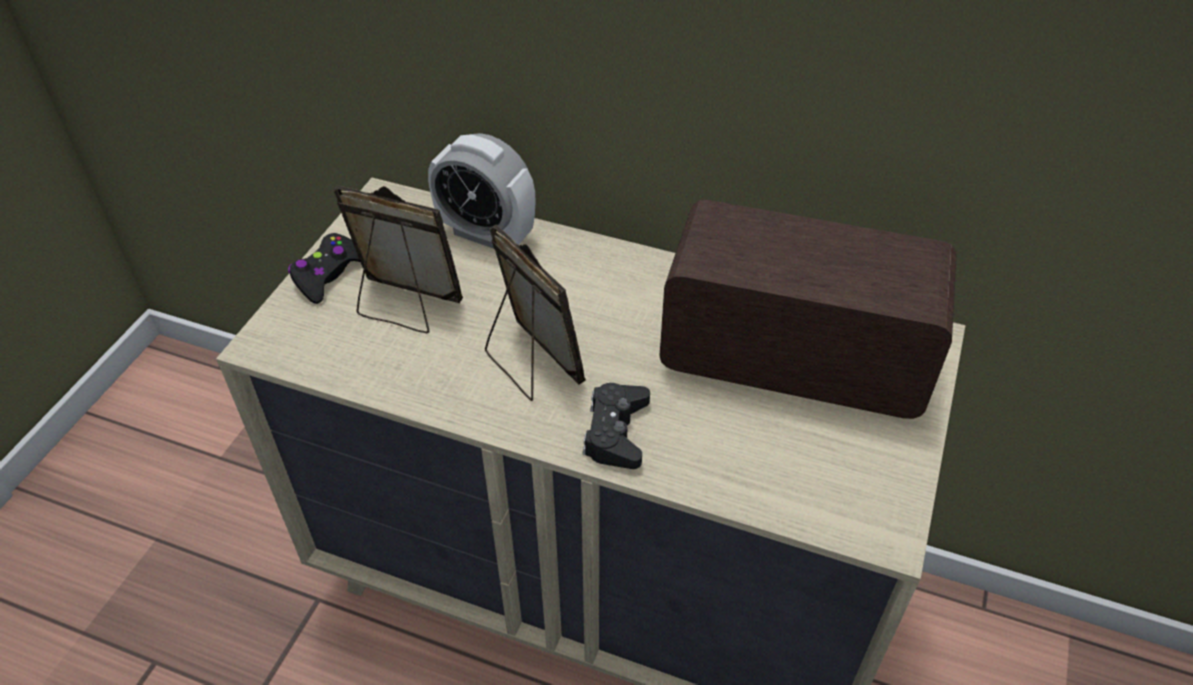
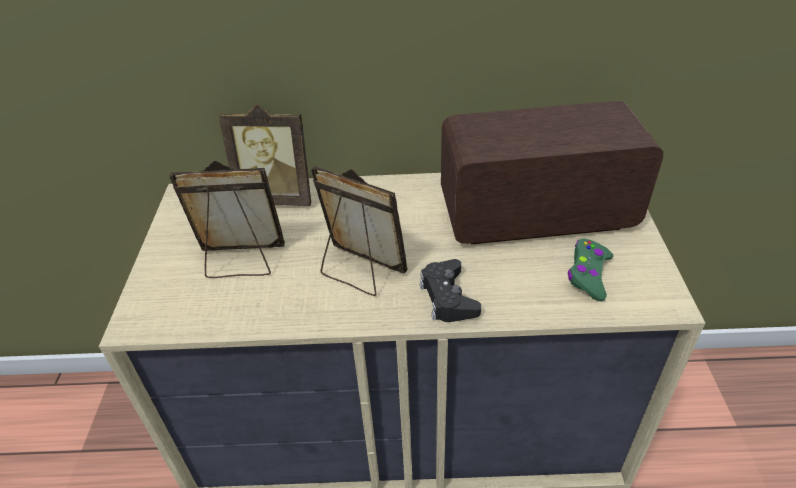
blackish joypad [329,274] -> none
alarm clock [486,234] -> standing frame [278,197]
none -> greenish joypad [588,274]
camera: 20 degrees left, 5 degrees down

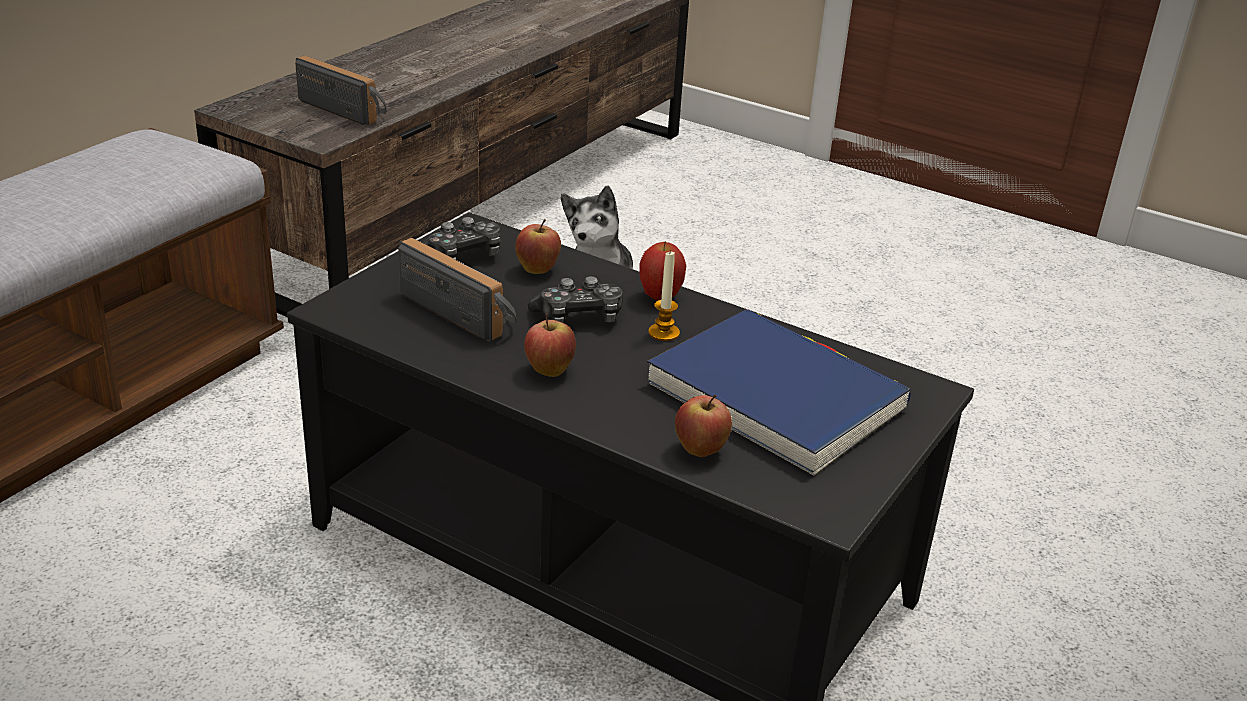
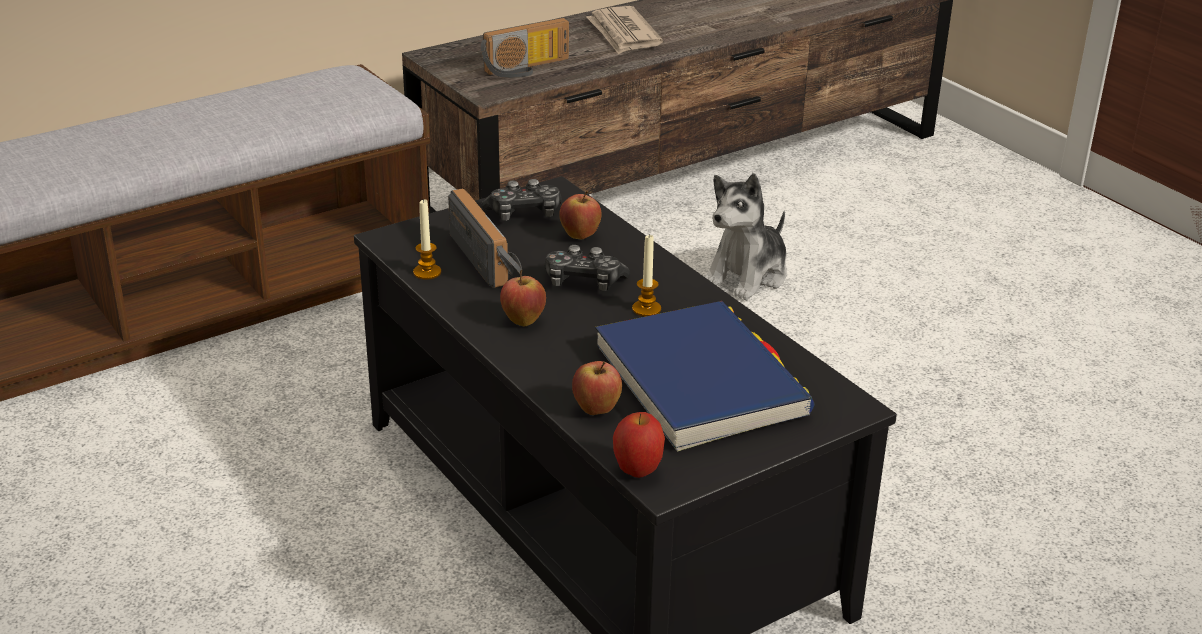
radio set [346,109] -> radio set [527,69], 90 degrees clockwise
apple fruit [660,297] -> apple fruit [637,471], move
none -> wax light [427,272]
none -> newspaper [623,34]
camera: 25 degrees right, 0 degrees up

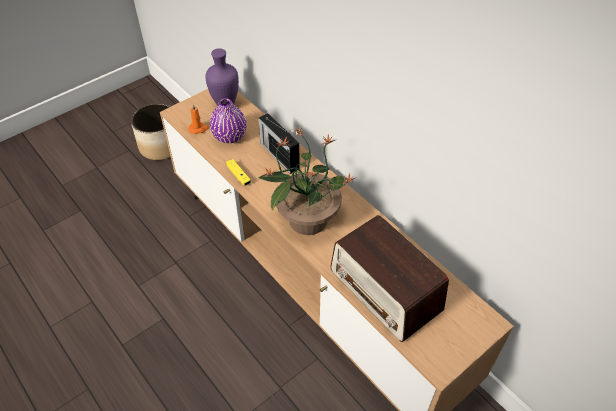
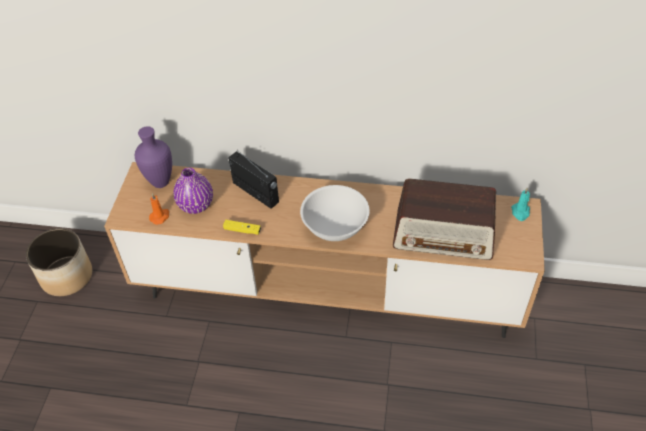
houseplant [306,219] -> white deep dish [335,226]
radio set [279,155] -> radio set [256,193], 150 degrees counterclockwise
none -> turquoise-coloured wax light [520,212]
camera: 40 degrees left, 0 degrees up

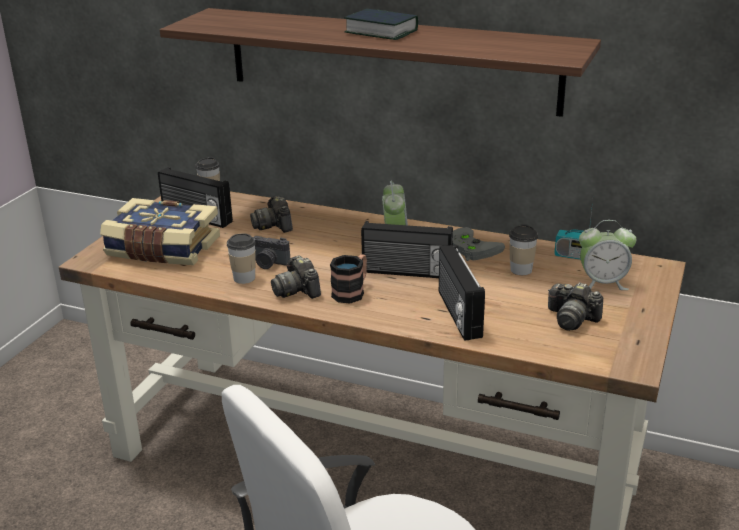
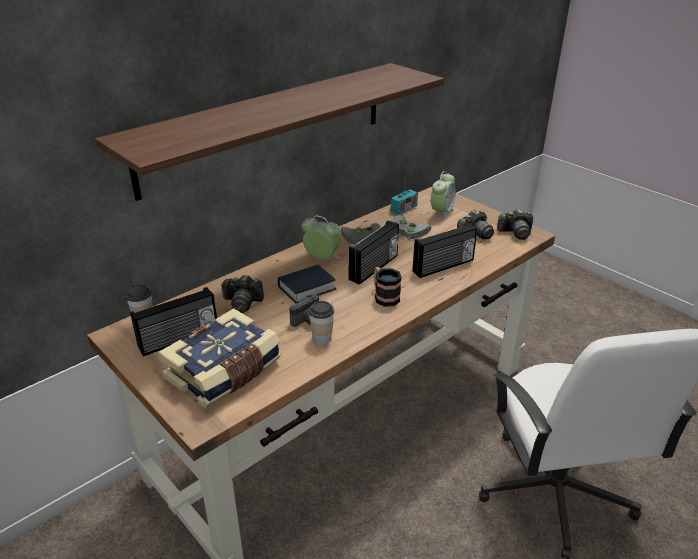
photo camera [297,290] -> photo camera [515,233], move
bound book [381,32] -> bound book [306,288], move
radio set [457,314] -> radio set [444,266], 45 degrees counterclockwise
small cup [521,270] -> grey joypad [405,230]
camera: 65 degrees left, 5 degrees up

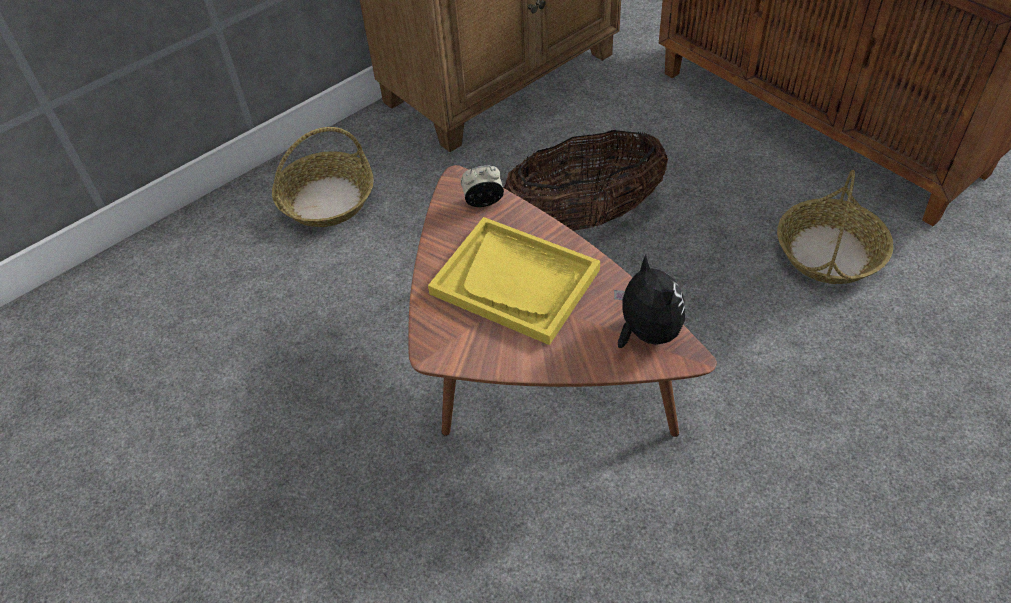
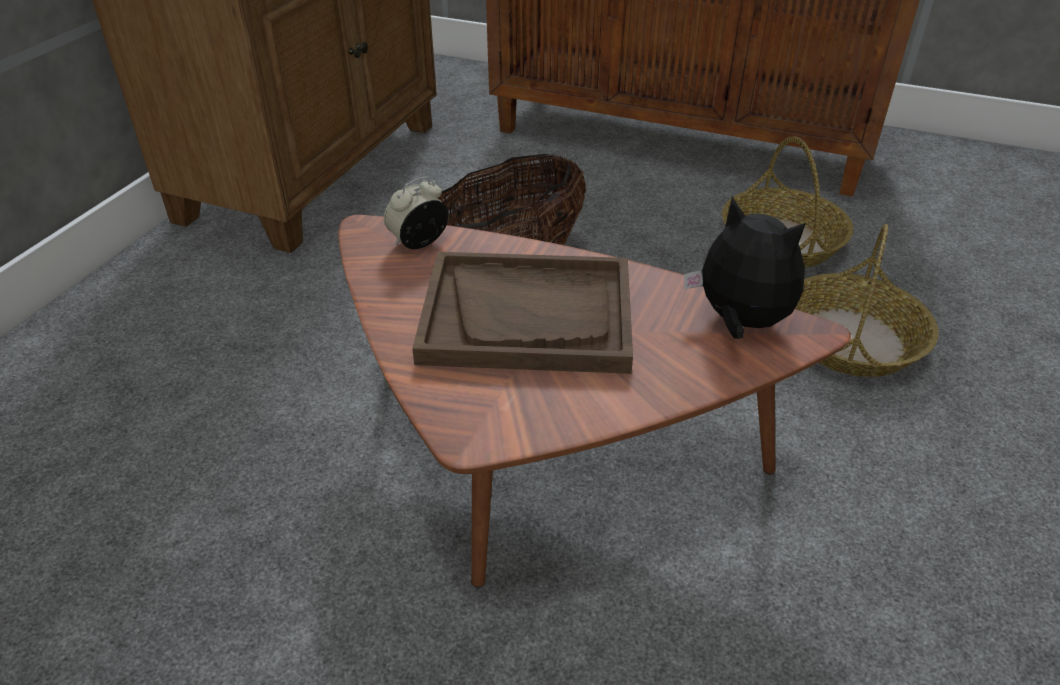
household basket [327,200] -> household basket [850,339], move
yellow-coloured serving tray [515,282] -> brownish serving tray [528,316]
camera: 30 degrees left, 10 degrees down

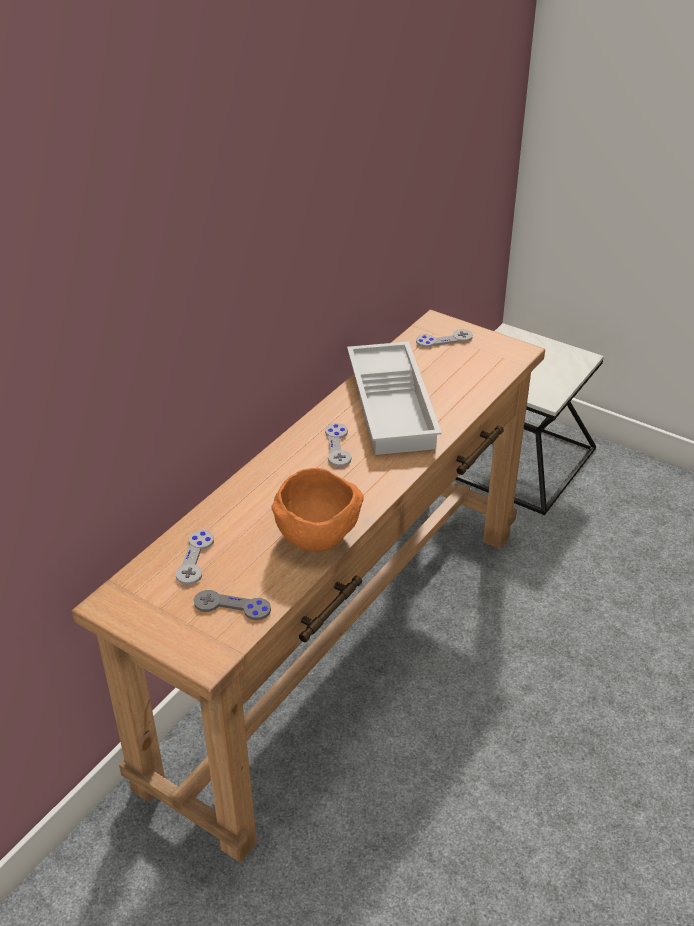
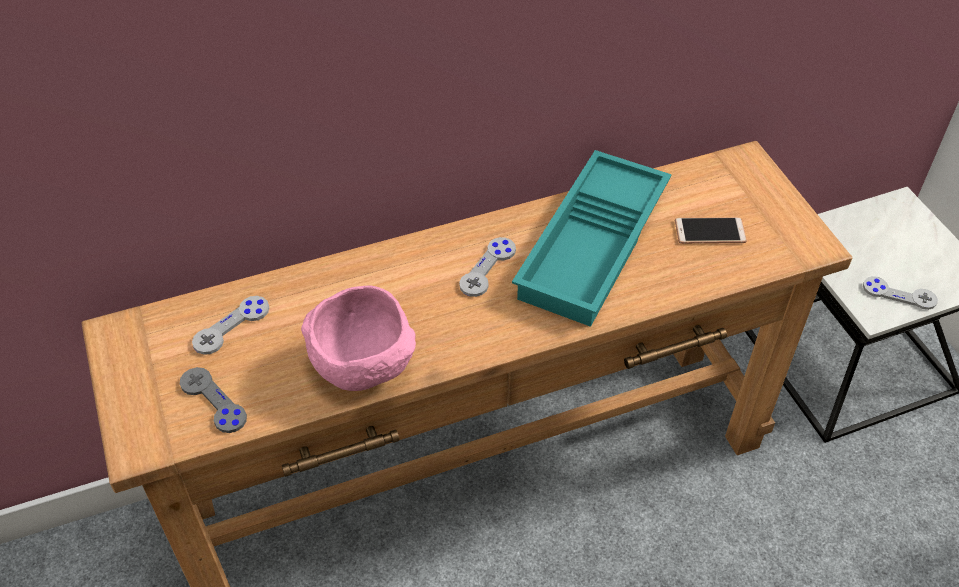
orange-coloured deep dish [318,536] -> pinkish deep dish [366,367]
white serving tray [394,406] -> turquoise-coloured serving tray [595,247]
grey joypad [444,340] -> grey joypad [899,294], move
none -> handset [710,231]
camera: 35 degrees right, 10 degrees up

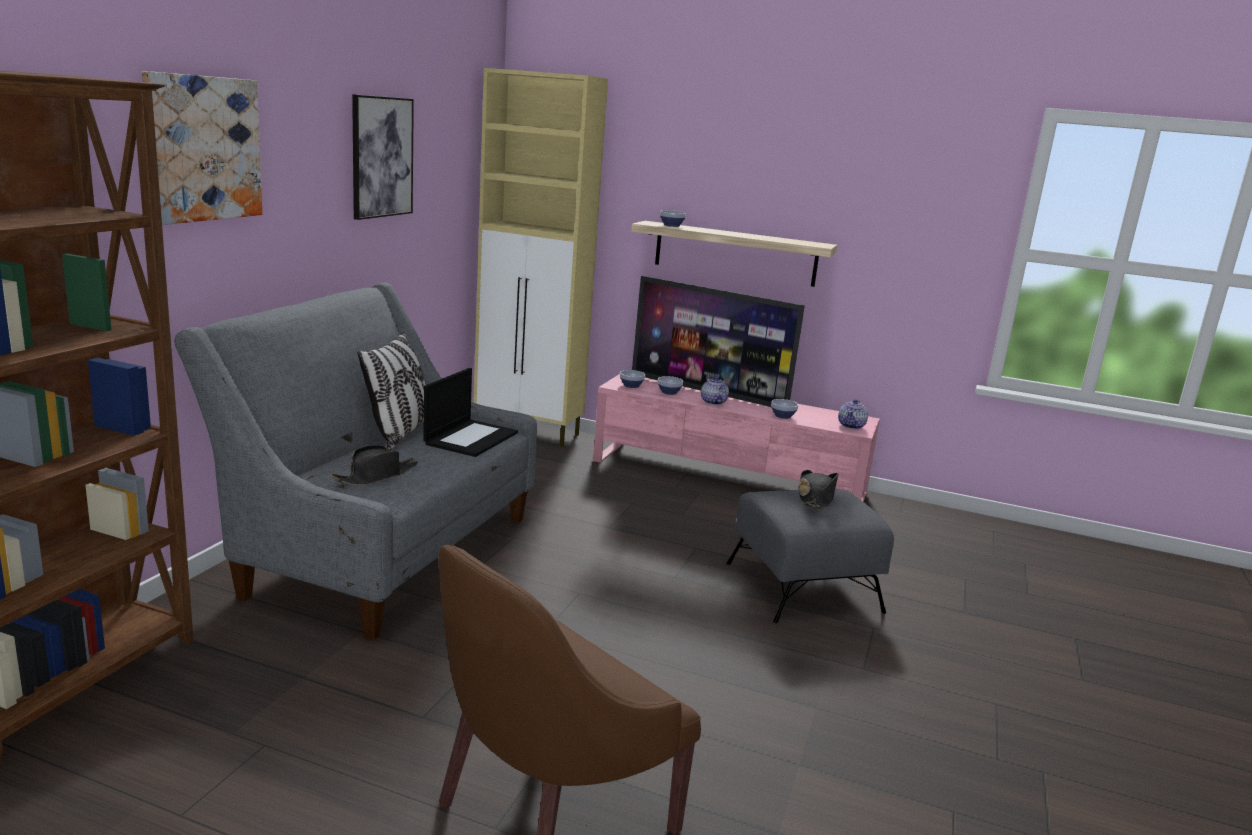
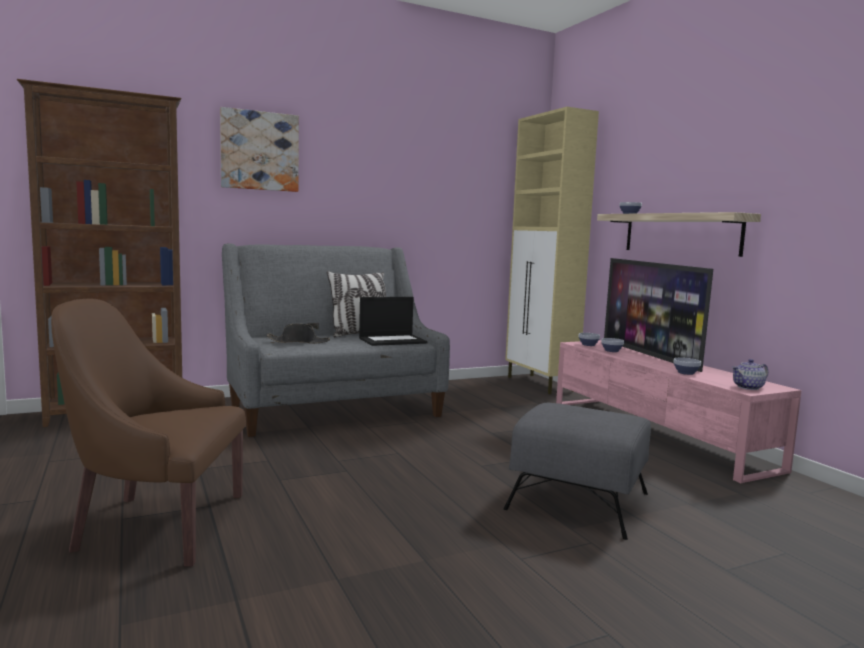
picture [381,157] -> none
tea pot [713,402] -> none
blackish wearable hat [816,498] -> none
camera: 45 degrees right, 10 degrees down

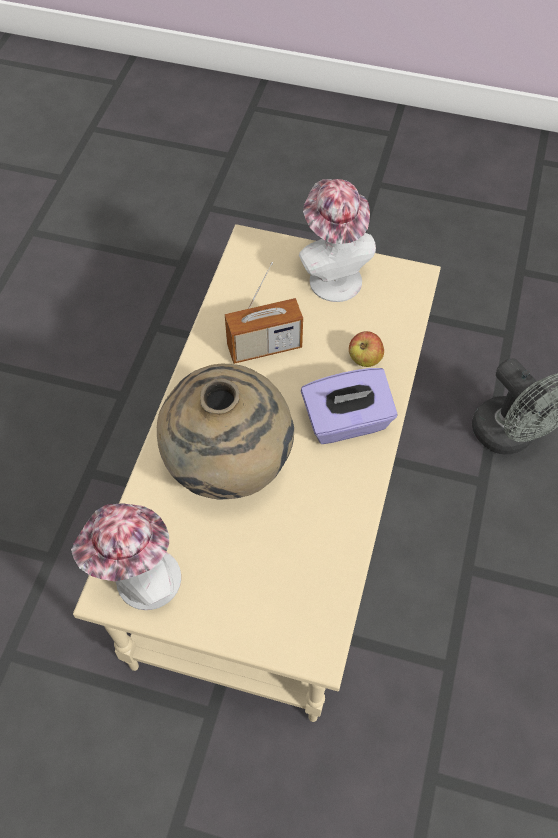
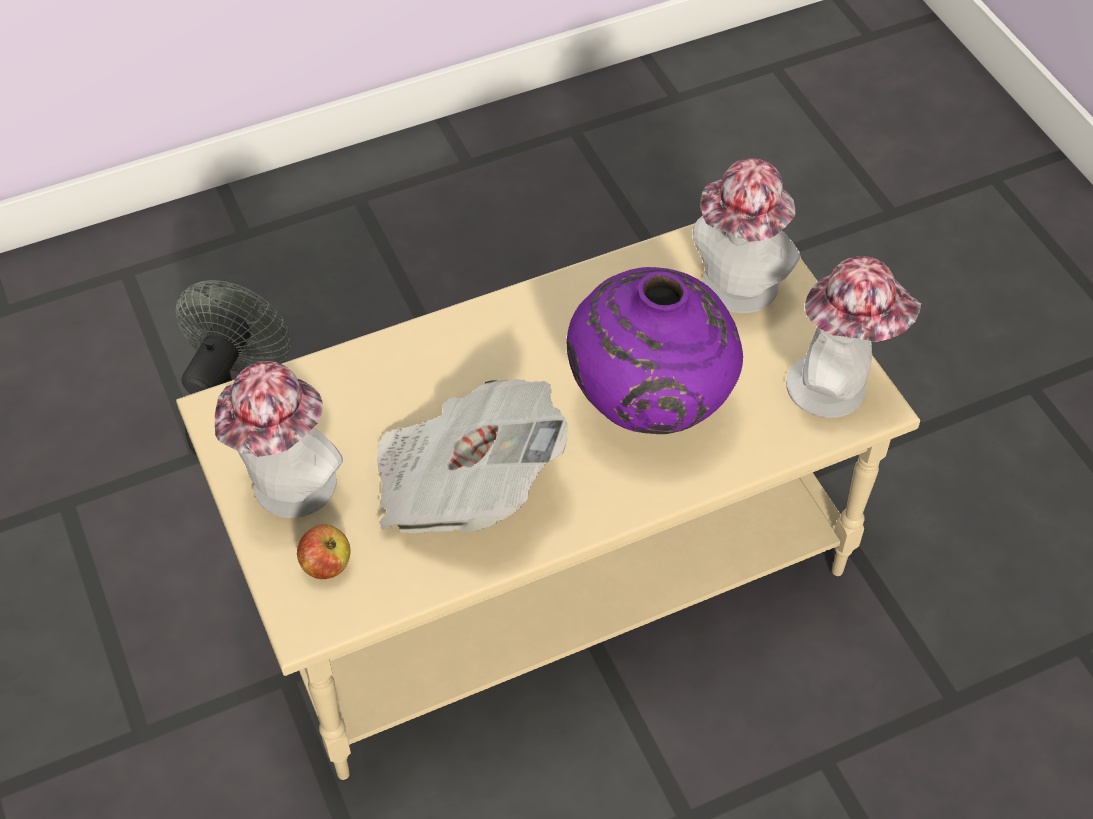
beige flower vase [229,469] -> purple-coloured flower vase [649,407]
radio set [264,347] -> newspaper [464,485]
purple-coloured box of tissues [347,422] -> none
apple fruit [365,359] -> apple fruit [326,565], move
none -> wearable hat [736,292]
camera: 130 degrees left, 5 degrees down

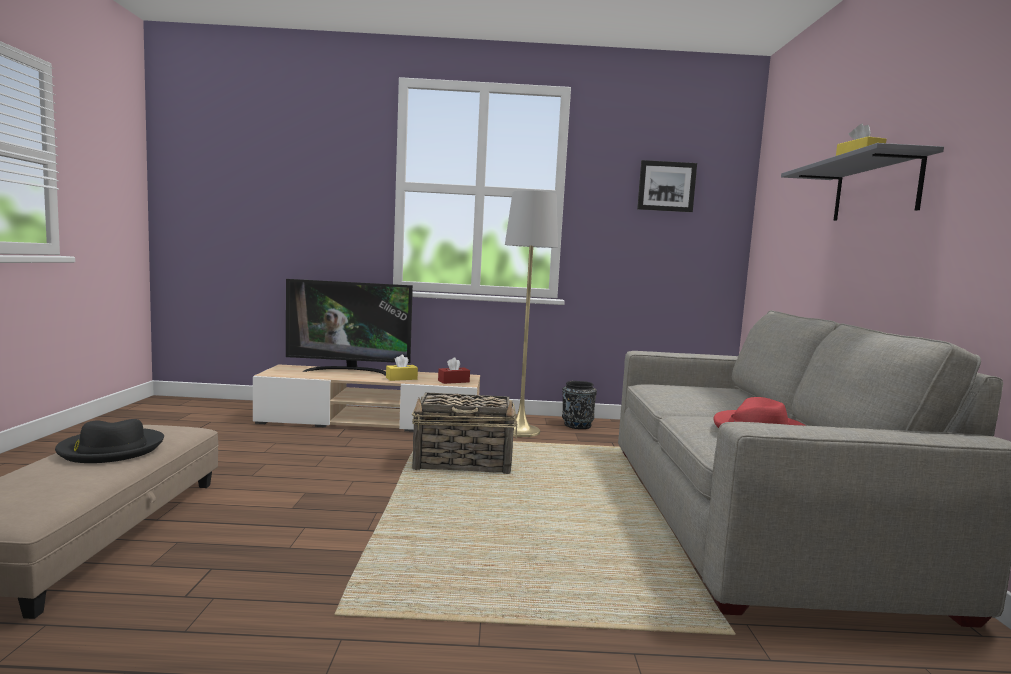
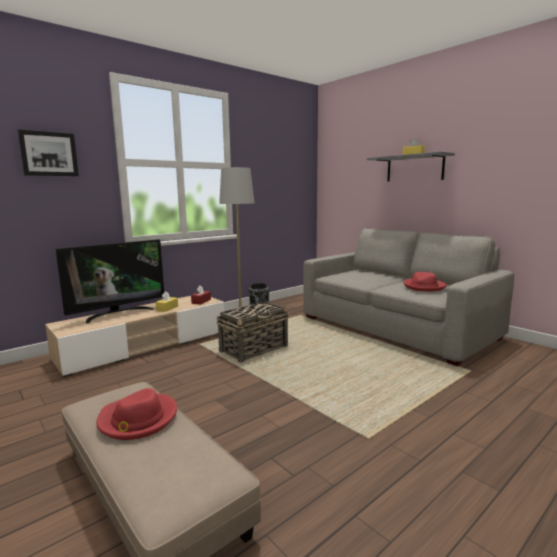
blackish wearable hat [111,449] -> red wearable hat [138,419]
picture [666,186] -> picture [49,154], move
camera: 40 degrees left, 5 degrees up

